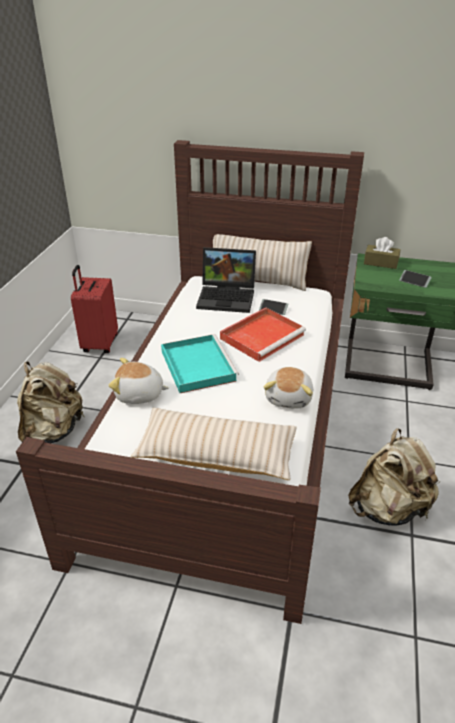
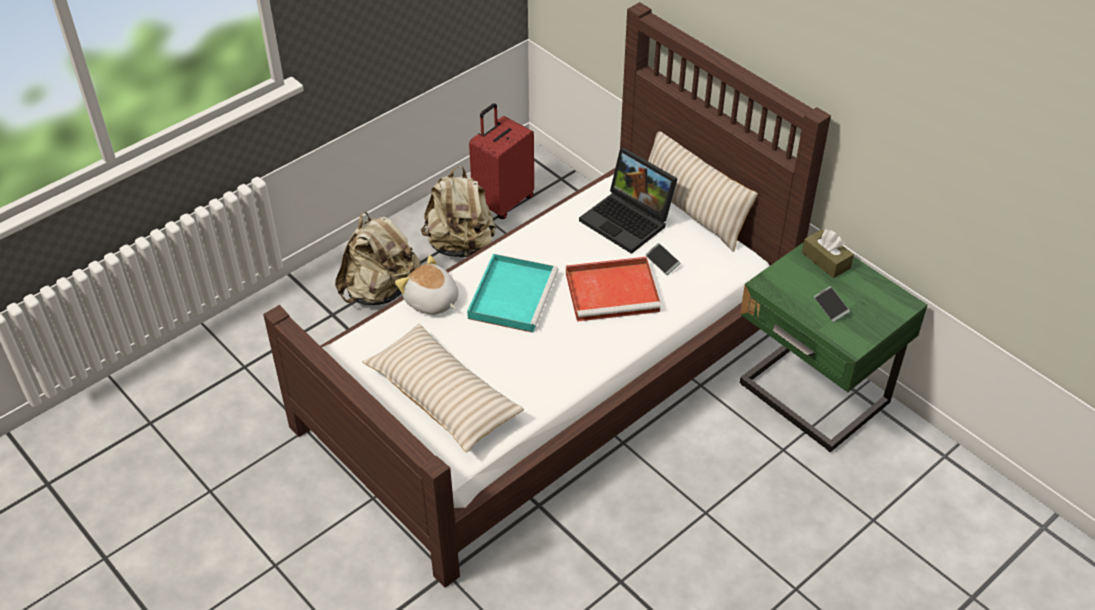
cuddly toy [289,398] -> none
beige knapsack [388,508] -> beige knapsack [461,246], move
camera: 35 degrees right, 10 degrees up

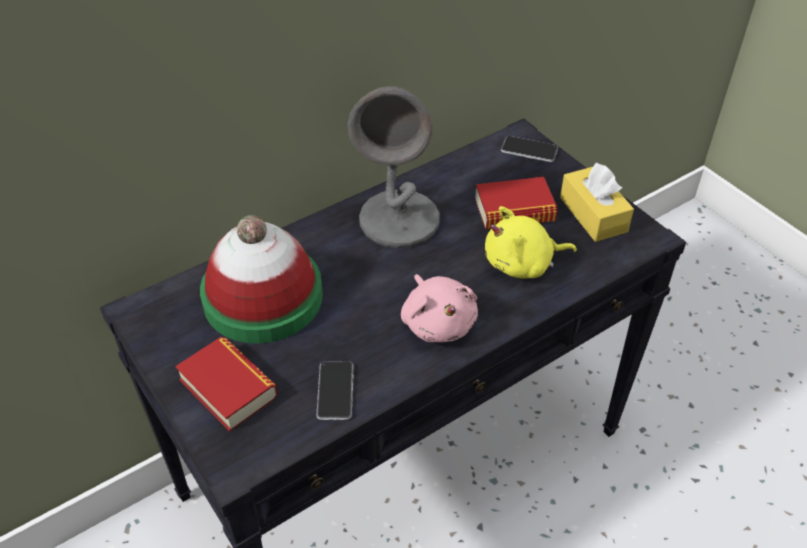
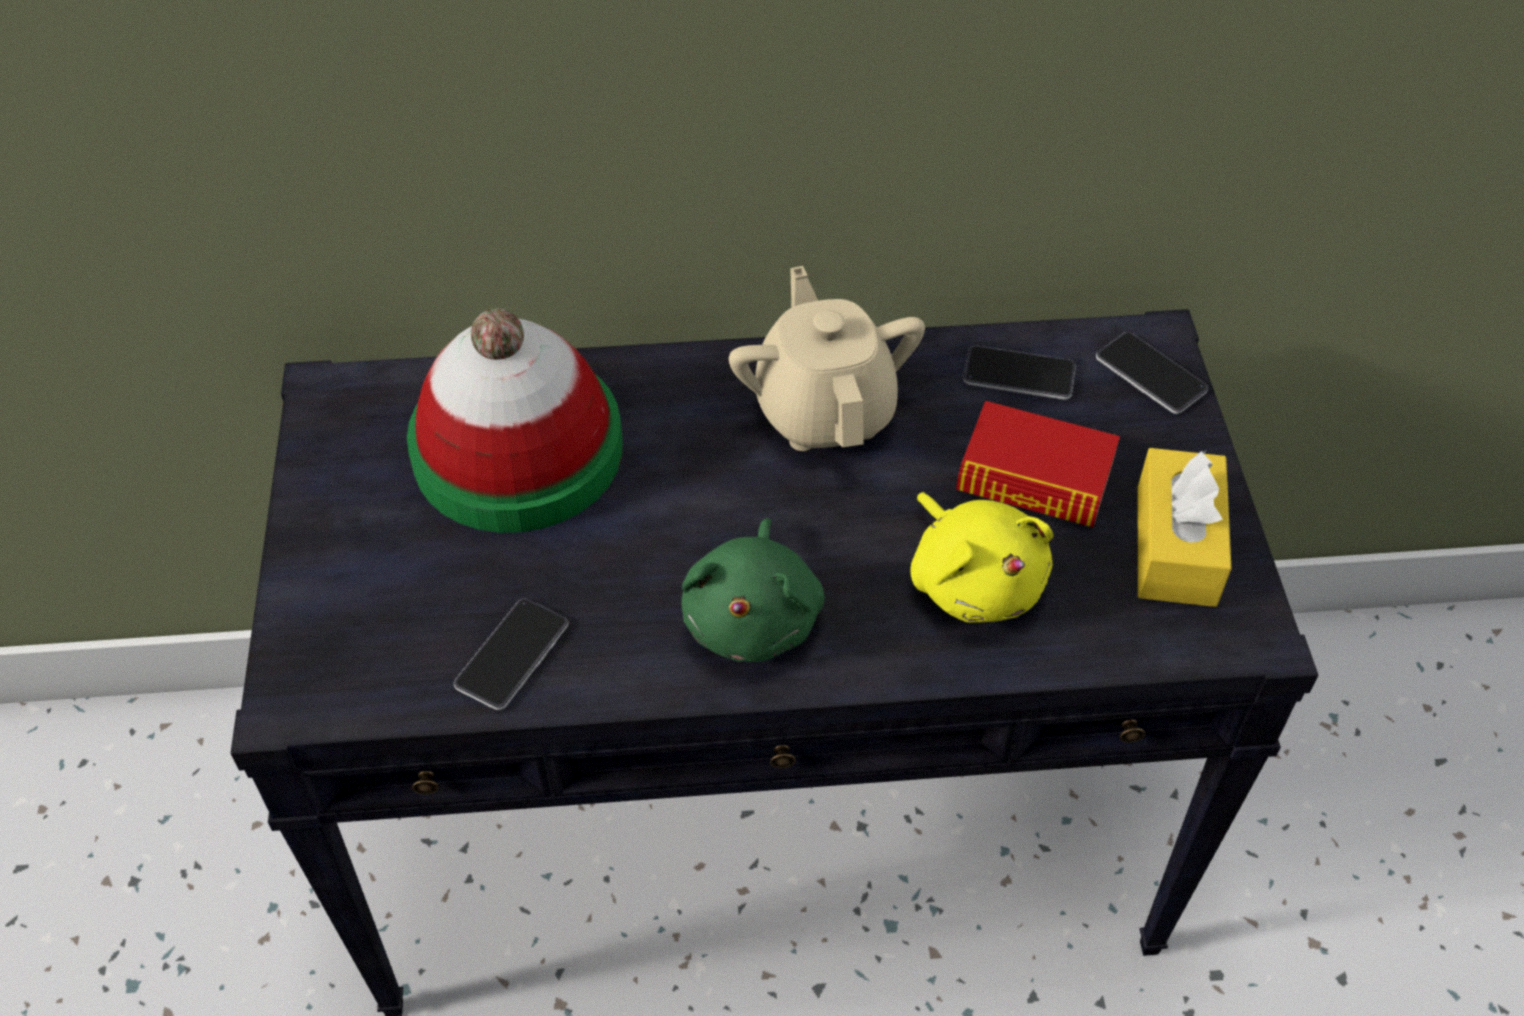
bound book [228,388] -> none
grey table lamp [400,220] -> beige tea pot [824,411]
pinkish cuddly toy [438,322] -> greenish cuddly toy [753,617]
yellow-coloured cuddly toy [522,264] -> yellow-coloured cuddly toy [974,580], 135 degrees counterclockwise
none -> handset [1019,374]
camera: 30 degrees right, 5 degrees up

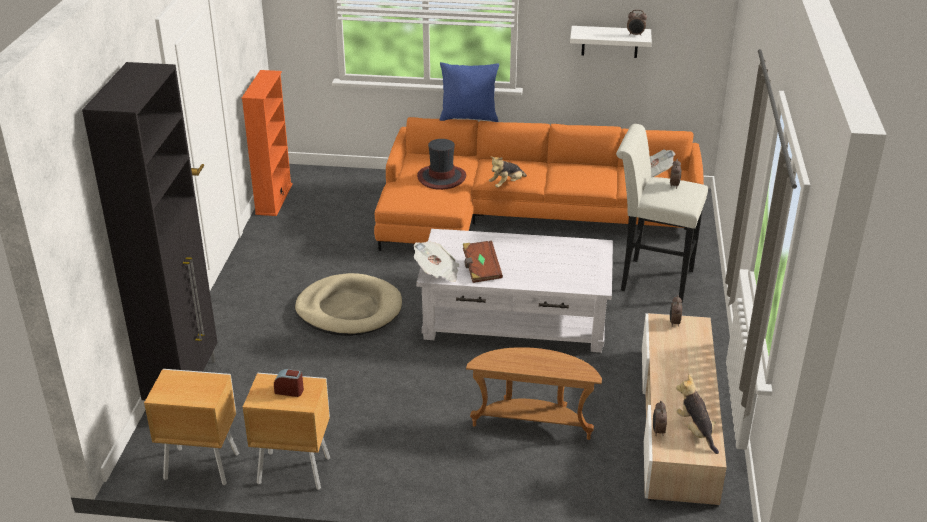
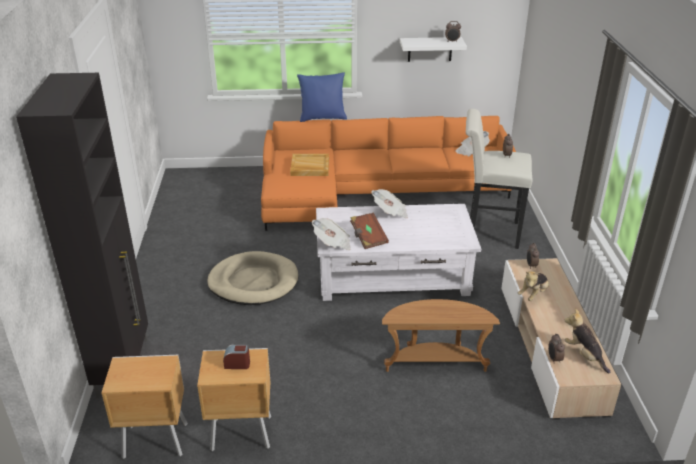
orange-coloured bookshelf [274,199] -> none
wearable hat [441,177] -> beige serving tray [309,167]
cuddly toy [506,184] -> cuddly toy [533,294], move
none -> newspaper [390,212]
camera: 10 degrees left, 0 degrees up

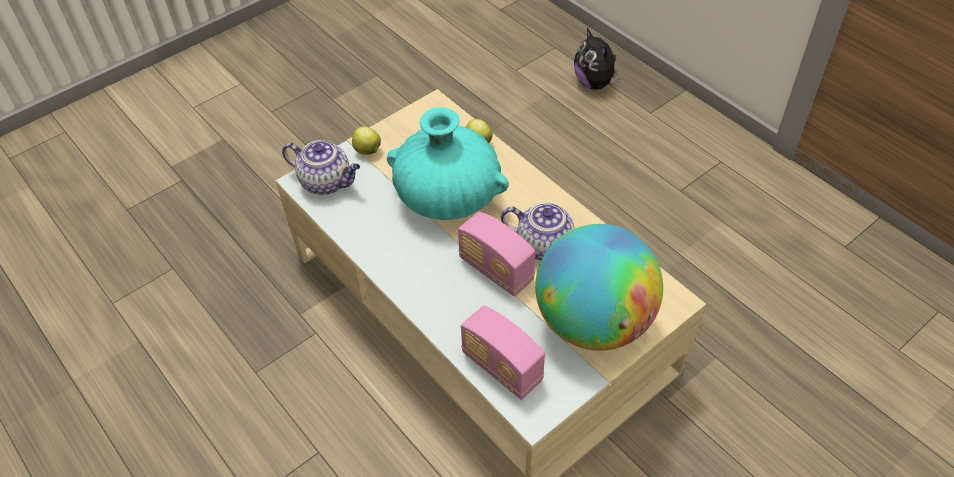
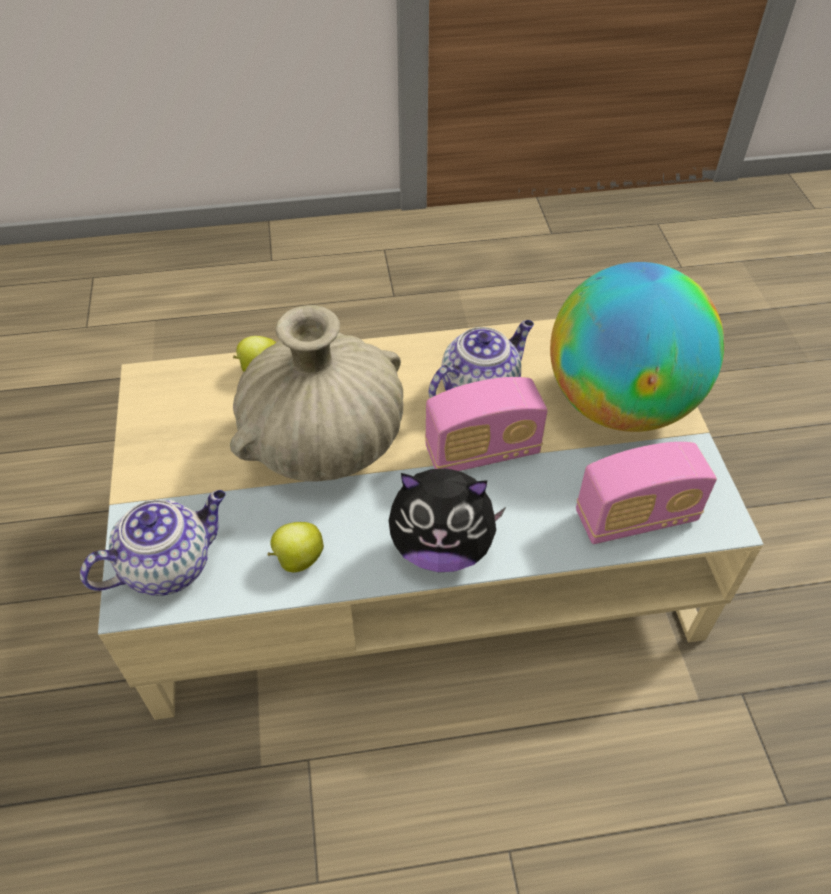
apple fruit [366,150] -> apple fruit [297,560], move
turquoise-coloured flower vase [447,198] -> beige flower vase [325,443]
cuddly toy [595,83] -> cuddly toy [442,548], move
camera: 60 degrees left, 0 degrees up

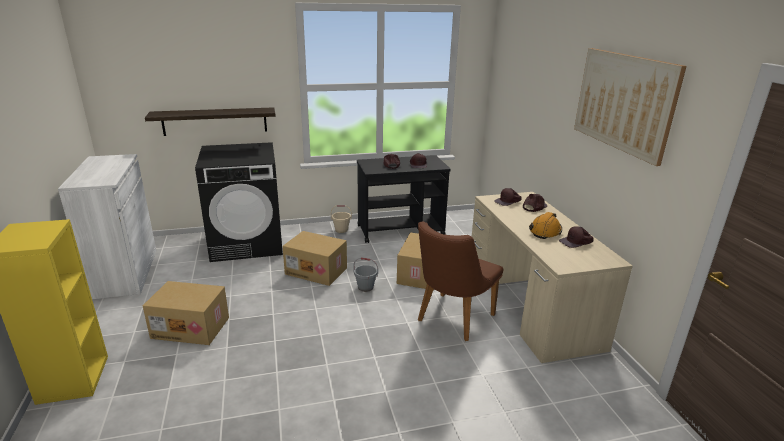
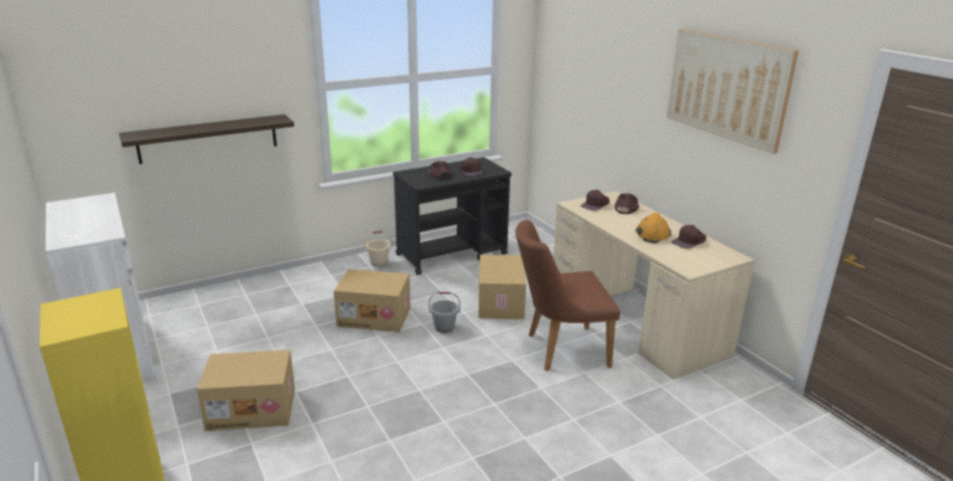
blackish laundry machine [247,243] -> none
brownish upright chair [451,320] -> brownish upright chair [559,349], 60 degrees clockwise
camera: 15 degrees left, 0 degrees up

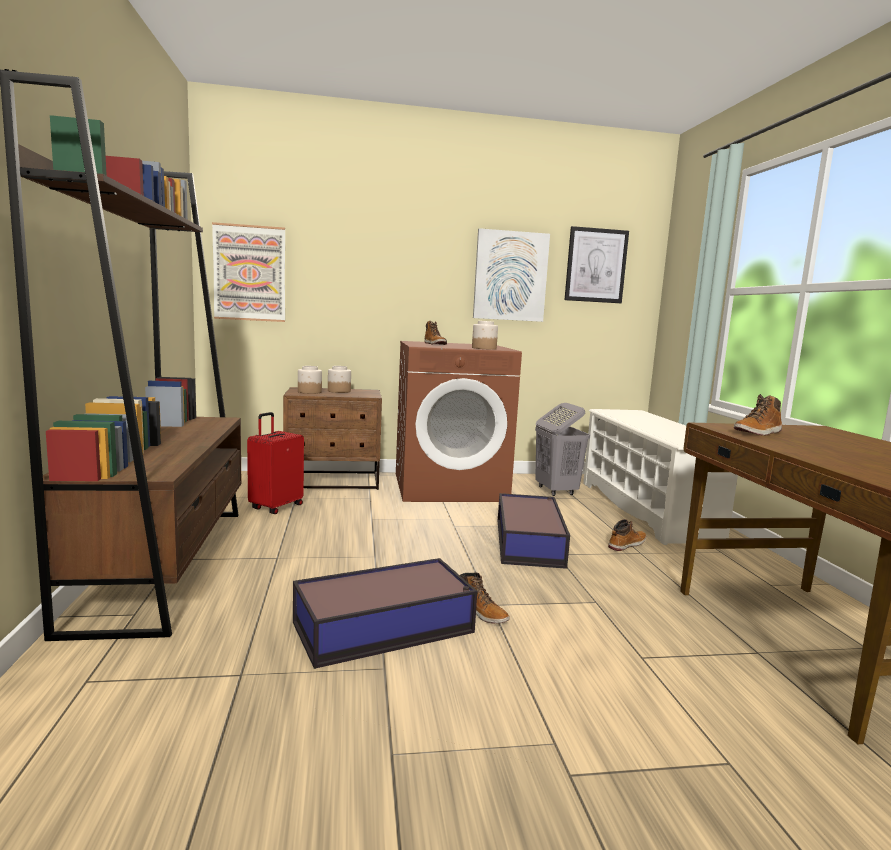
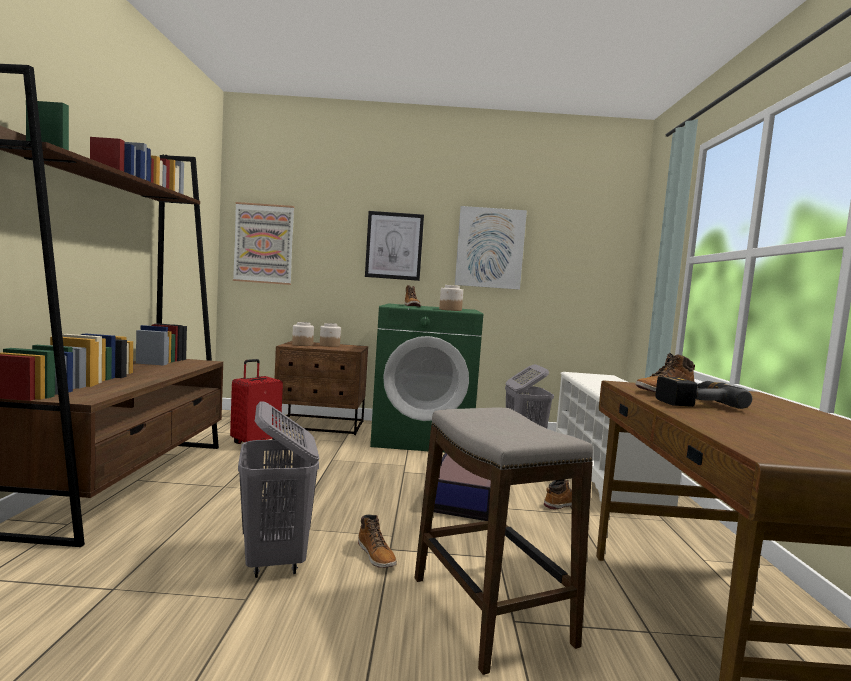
storage box [386,627] -> grey washing basket [275,560]
brownish laundry machine [450,487] -> greenish laundry machine [423,437]
picture [596,265] -> picture [394,246], move
none -> stool [489,611]
none -> electric drill [693,402]
camera: 10 degrees right, 5 degrees down

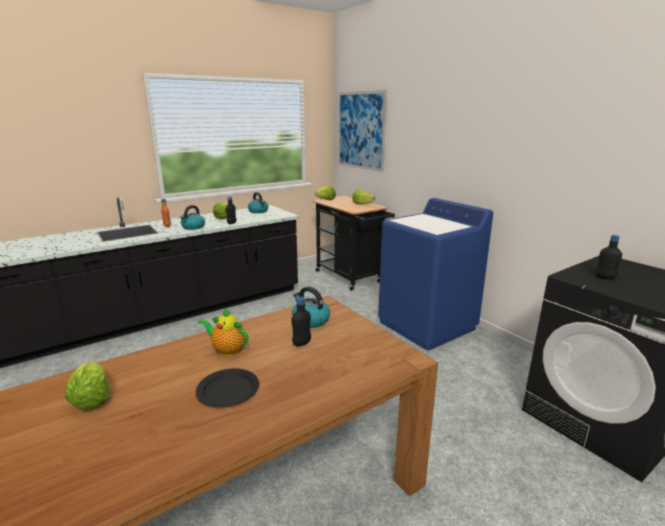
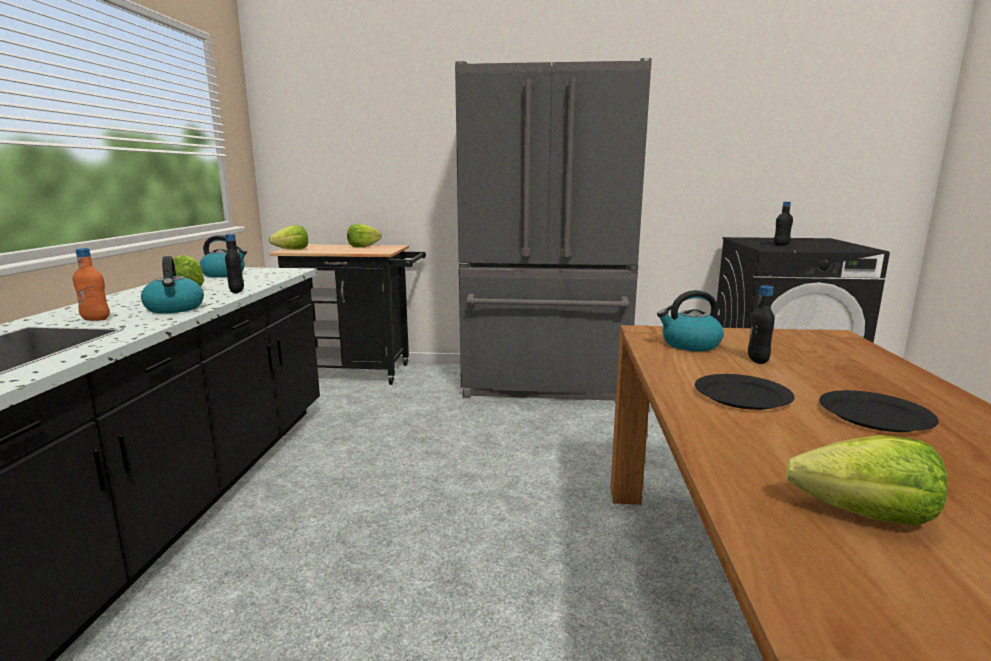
tea pot [227,350] -> blackish dinner plate [742,395]
picture [360,130] -> none
blue laundry machine [427,325] -> grey refrigerator [545,384]
camera: 50 degrees left, 5 degrees down

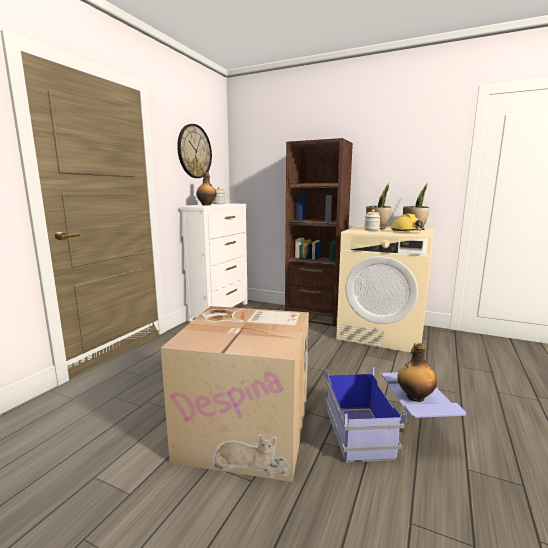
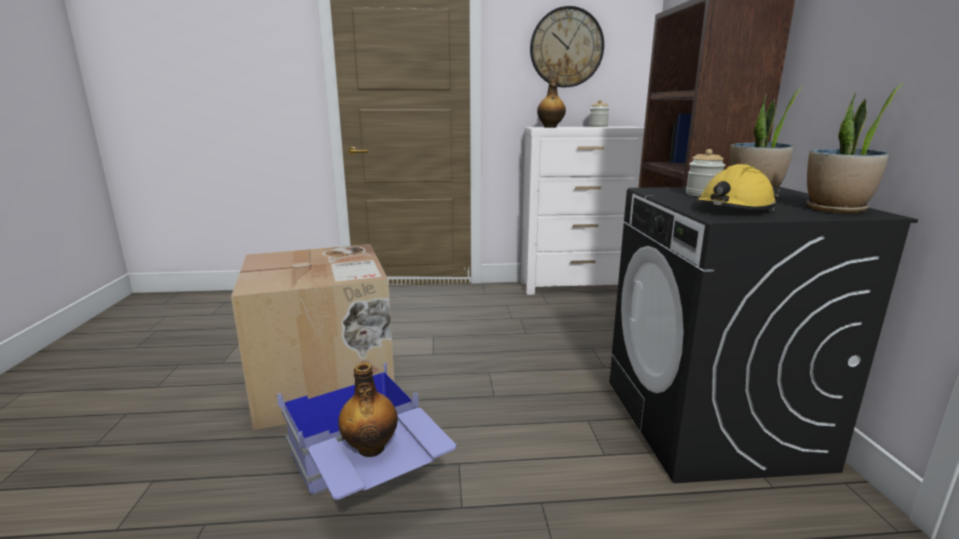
beige laundry machine [382,333] -> blackish laundry machine [710,422]
camera: 60 degrees right, 5 degrees up

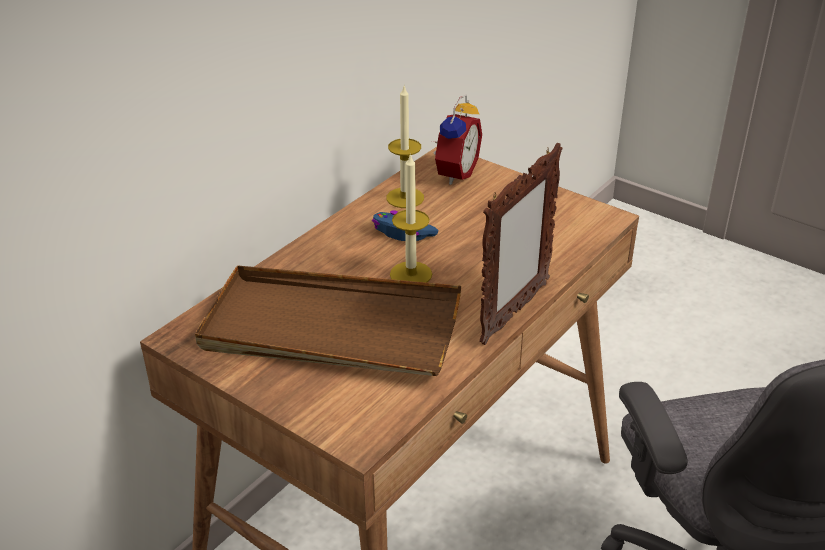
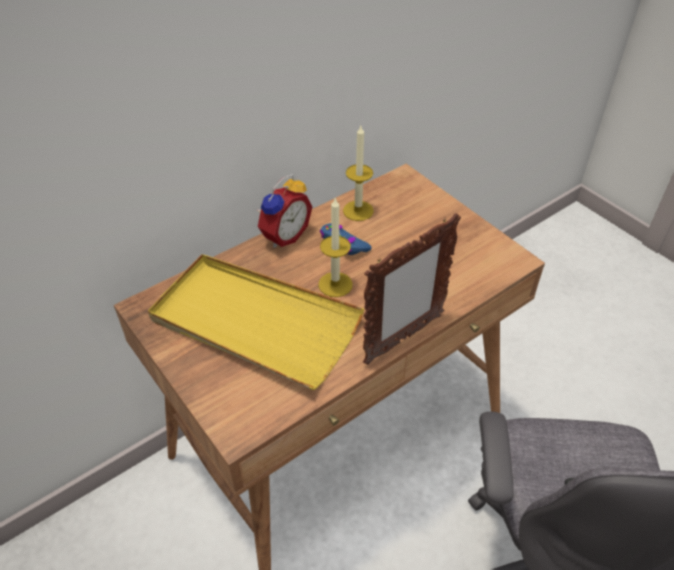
brownish serving tray [330,329] -> yellow-coloured serving tray [254,323]
alarm clock [453,173] -> alarm clock [283,235], move
camera: 15 degrees right, 10 degrees up

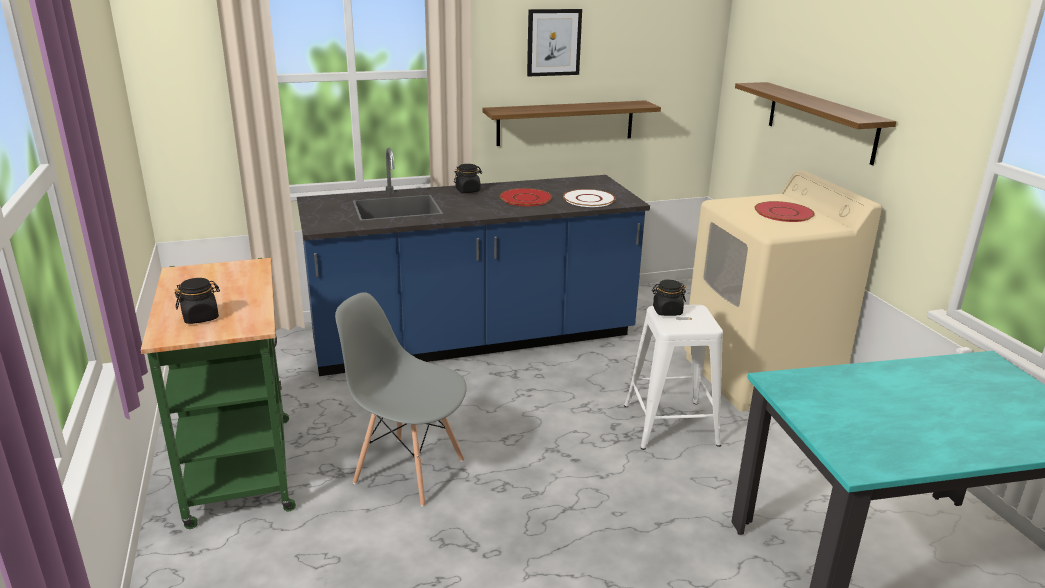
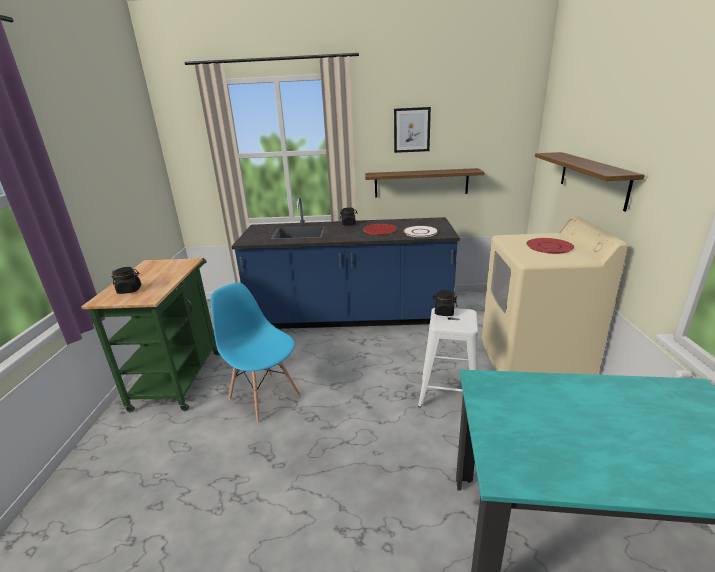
grey upright chair [409,470] -> blue upright chair [264,396]
camera: 20 degrees right, 0 degrees up

